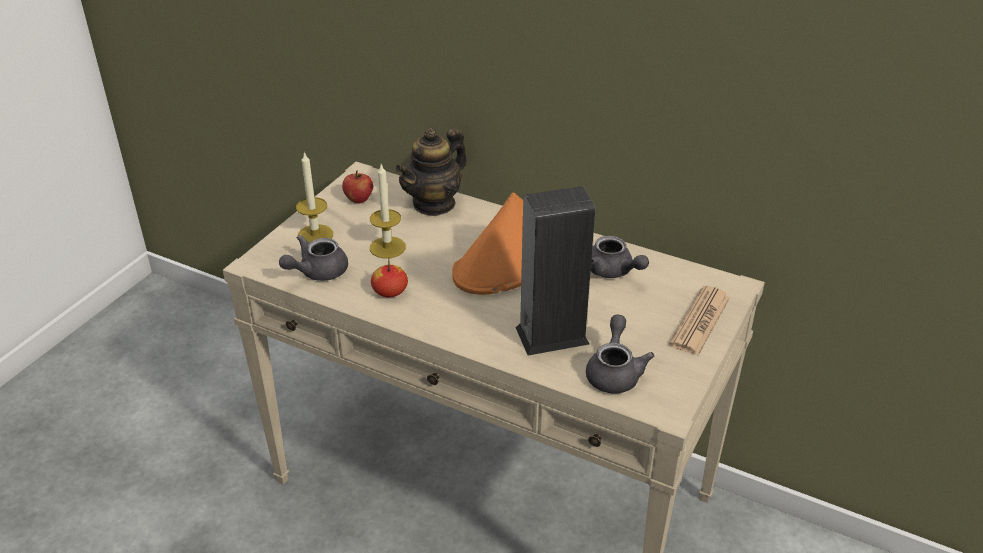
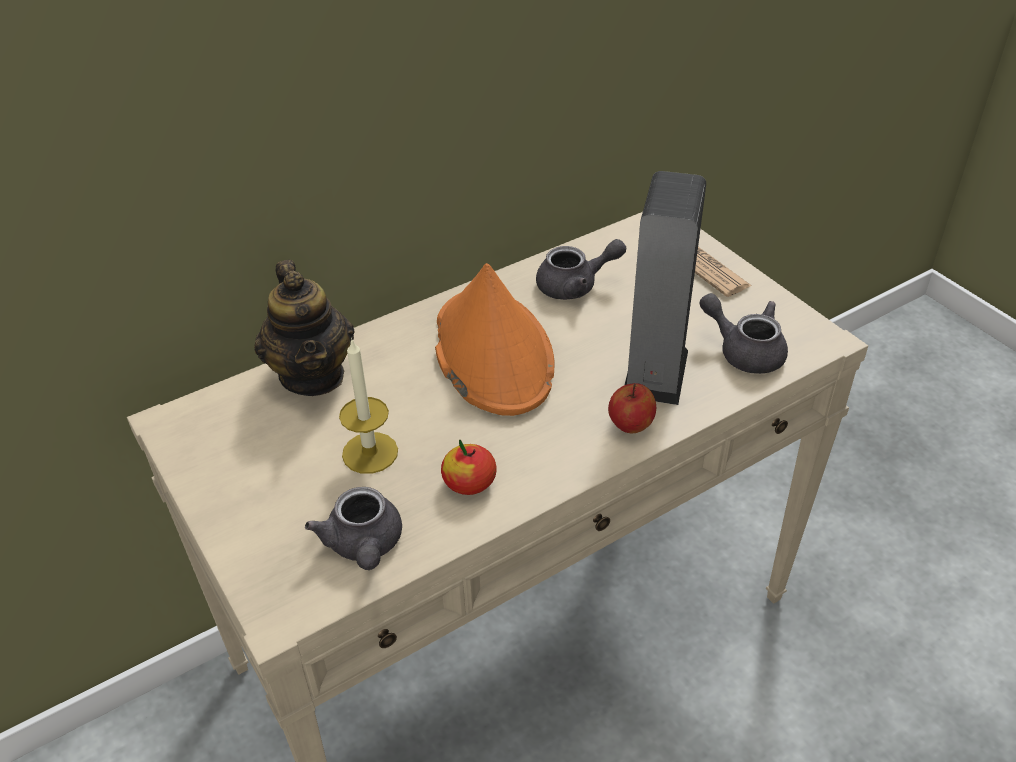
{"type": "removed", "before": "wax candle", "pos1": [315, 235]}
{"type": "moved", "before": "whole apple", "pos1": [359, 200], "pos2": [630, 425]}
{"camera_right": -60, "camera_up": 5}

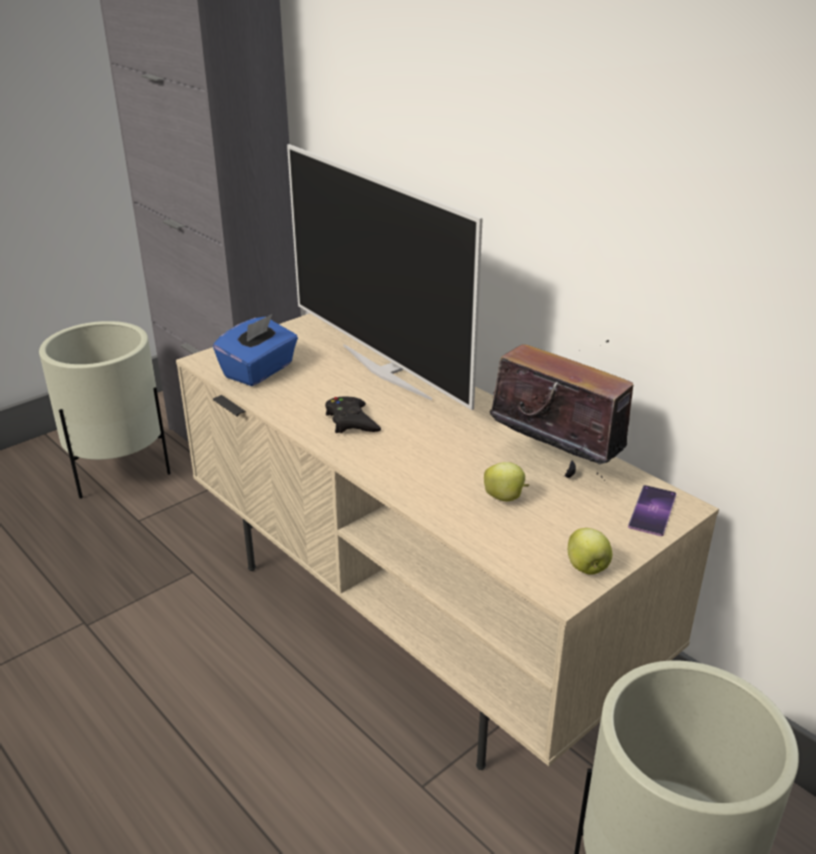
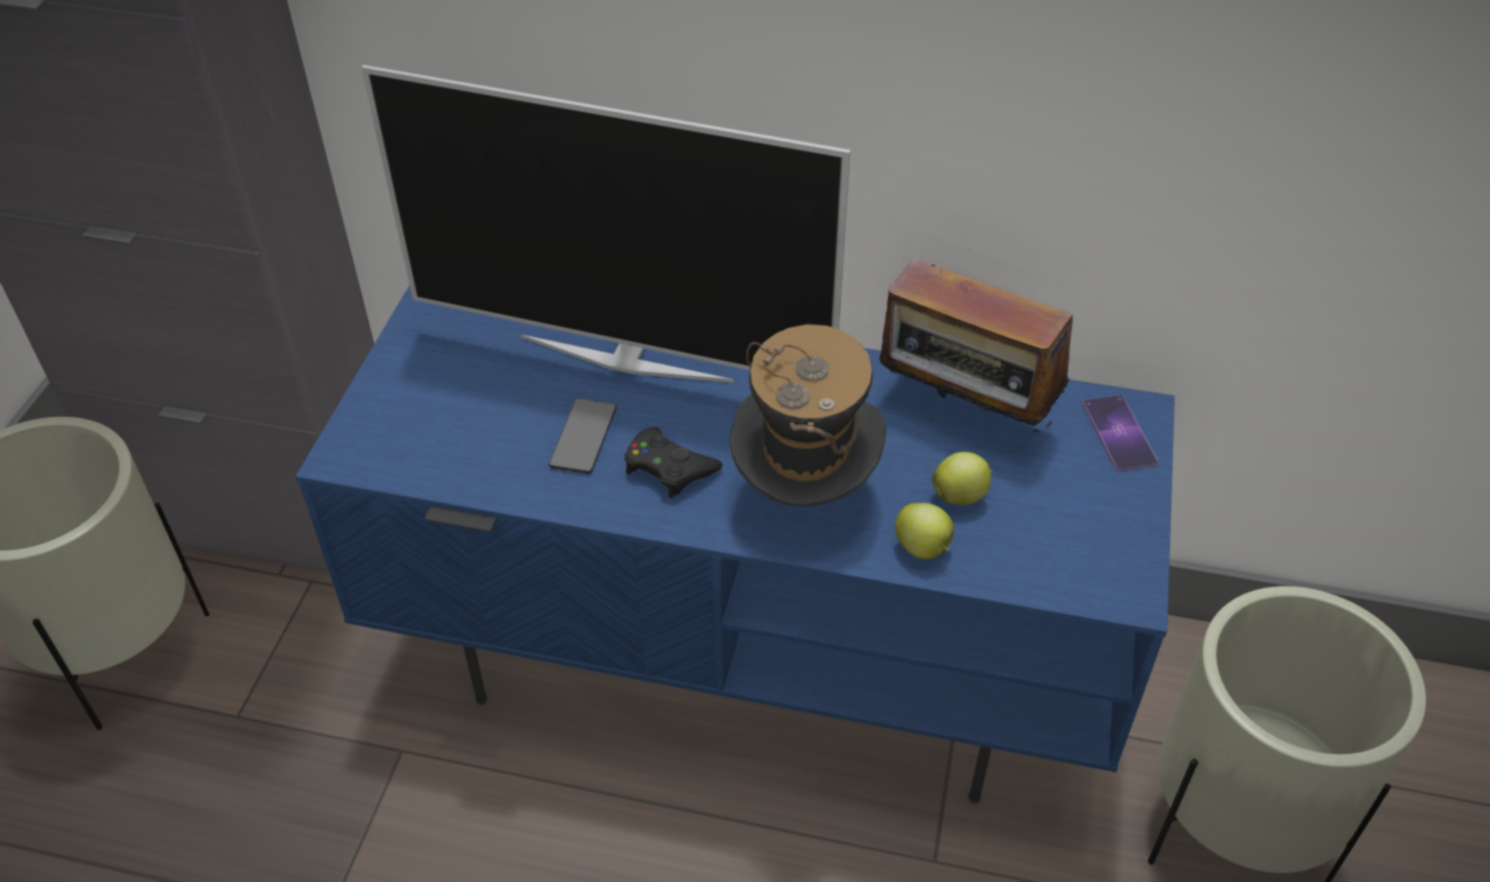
{"type": "recoloured", "before": "beige tv unit", "after": "blue tv unit", "pos1": [415, 618], "pos2": [751, 654]}
{"type": "removed", "before": "blue box of tissues", "pos1": [259, 371]}
{"type": "turned", "before": "radio receiver", "pos1": [554, 463], "pos2": [964, 414], "turn": -150}
{"type": "moved", "before": "whole apple", "pos1": [587, 568], "pos2": [923, 549]}
{"type": "added", "after": "phone", "pos2": [583, 437]}
{"type": "added", "after": "hat", "pos2": [805, 497]}
{"camera_right": -35, "camera_up": 15}

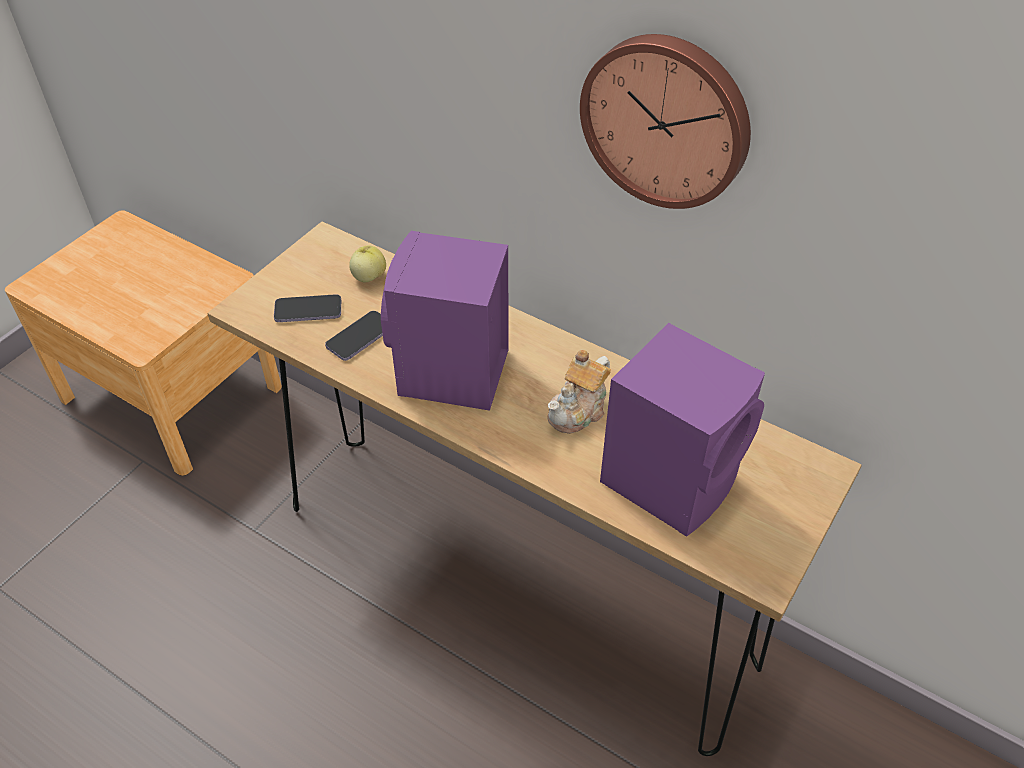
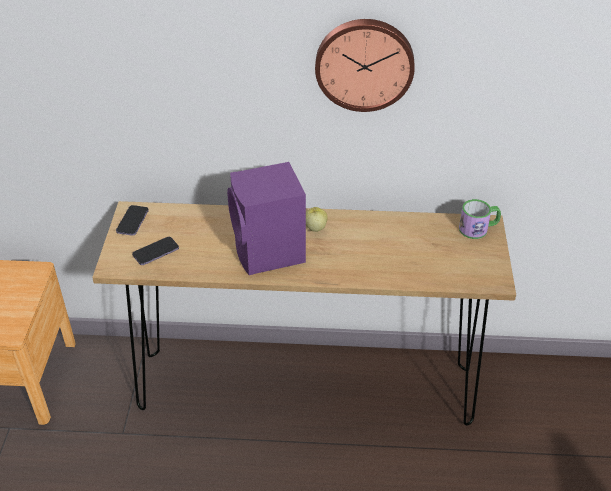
{"type": "moved", "before": "phone", "pos1": [360, 337], "pos2": [132, 221]}
{"type": "moved", "before": "whole apple", "pos1": [369, 277], "pos2": [315, 228]}
{"type": "removed", "before": "teapot", "pos1": [579, 410]}
{"type": "removed", "before": "purple-coloured loudspeaker", "pos1": [672, 478]}
{"type": "added", "after": "tea mug", "pos2": [478, 229]}
{"camera_right": -30, "camera_up": -5}

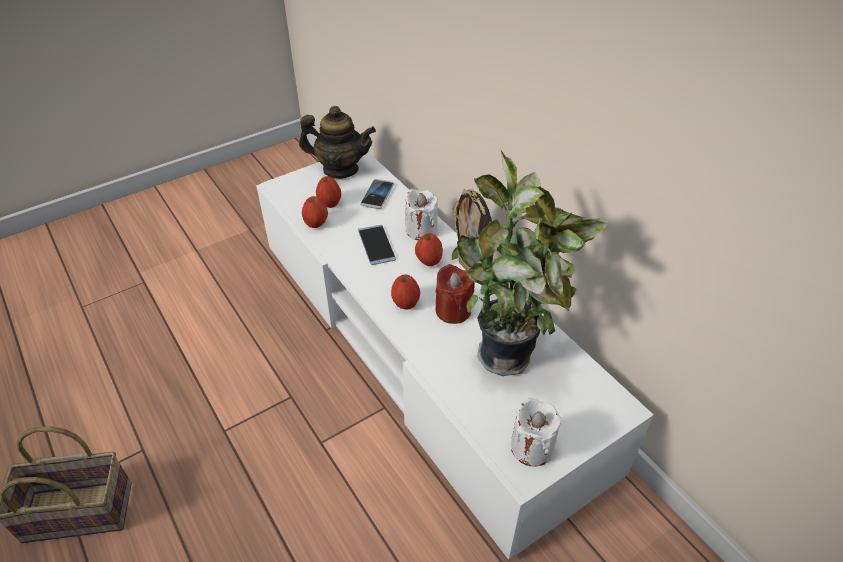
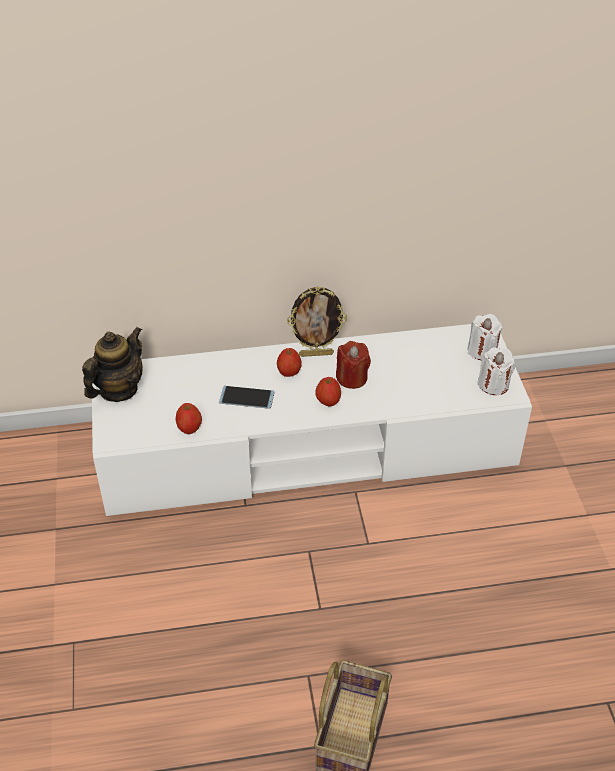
{"type": "removed", "before": "whole apple", "pos1": [329, 203]}
{"type": "removed", "before": "phone", "pos1": [377, 195]}
{"type": "moved", "before": "white-coloured wax candle", "pos1": [421, 230], "pos2": [482, 350]}
{"type": "removed", "before": "potted plant", "pos1": [511, 357]}
{"camera_right": -65, "camera_up": 0}

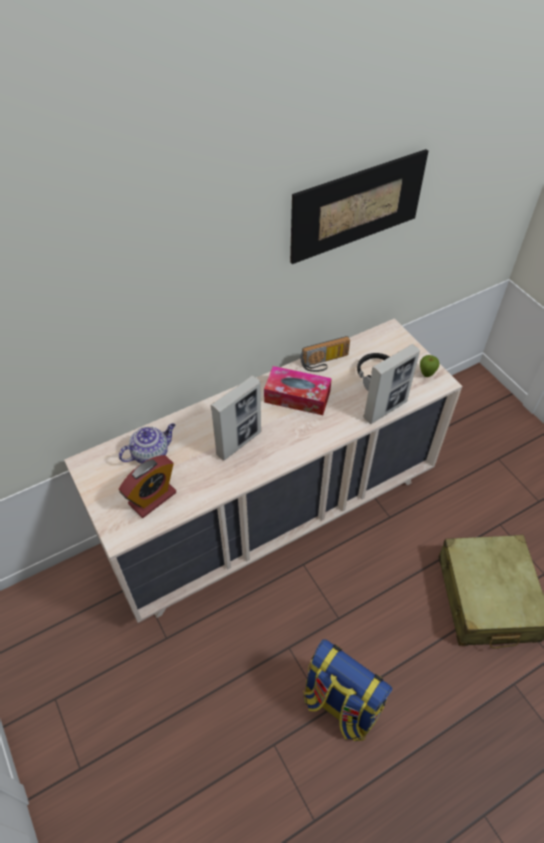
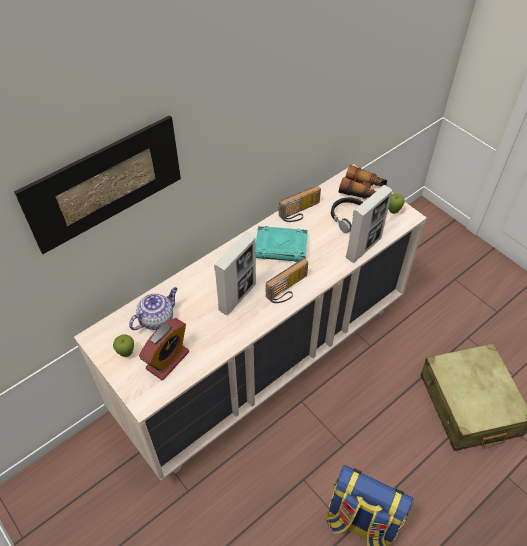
{"type": "replaced", "before": "box of tissues", "after": "turquoise bound book", "pos1": [297, 397], "pos2": [281, 247]}
{"type": "moved", "before": "wall art", "pos1": [357, 206], "pos2": [105, 183]}
{"type": "added", "after": "whole apple", "pos2": [126, 353]}
{"type": "added", "after": "radio receiver", "pos2": [288, 290]}
{"type": "added", "after": "binoculars", "pos2": [362, 190]}
{"camera_right": -10, "camera_up": 0}

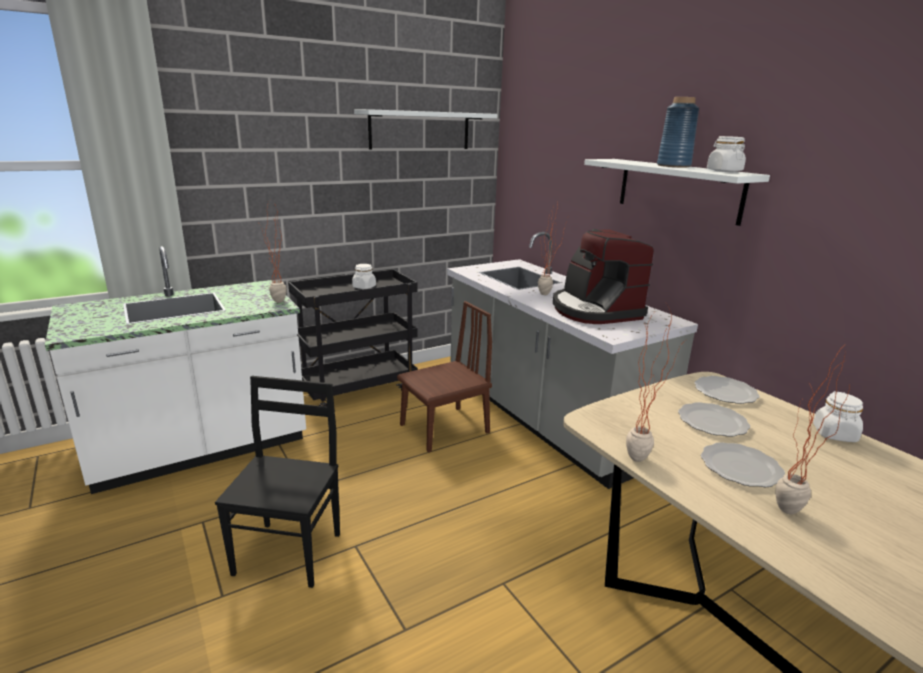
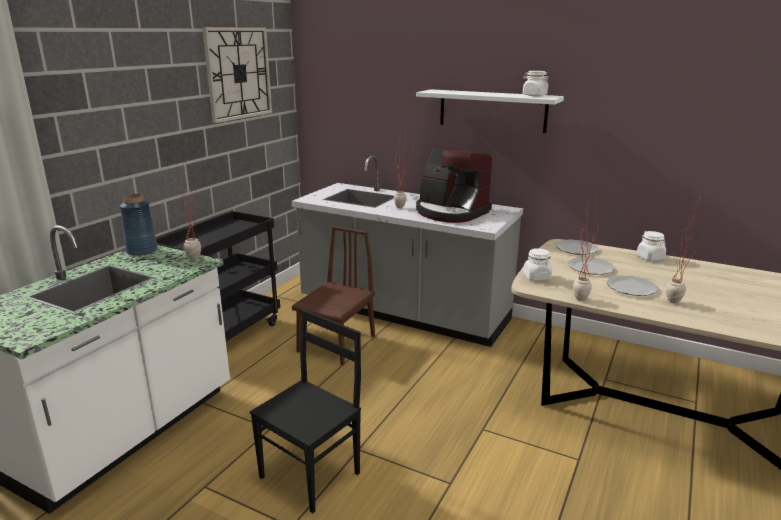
{"type": "turned", "before": "black-coloured chair", "pos1": [290, 552], "pos2": [312, 475], "turn": 60}
{"type": "moved", "before": "white-coloured storage jar", "pos1": [364, 287], "pos2": [536, 277]}
{"type": "replaced", "before": "white-coloured bracket shelf", "after": "wall clock", "pos1": [420, 130], "pos2": [238, 73]}
{"type": "moved", "before": "blue decorative vase", "pos1": [673, 166], "pos2": [142, 251]}
{"camera_right": -30, "camera_up": 0}

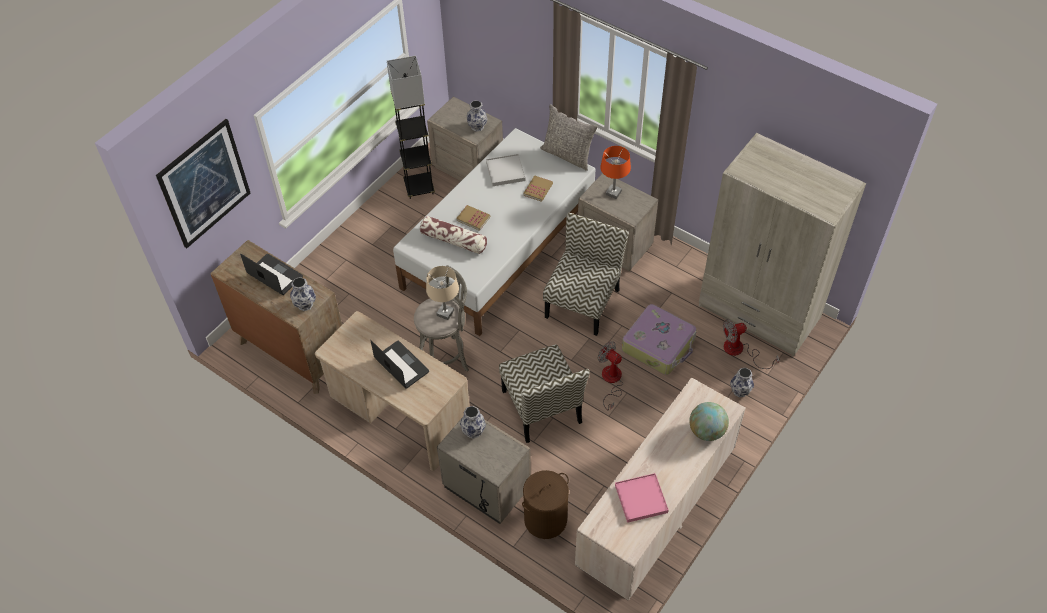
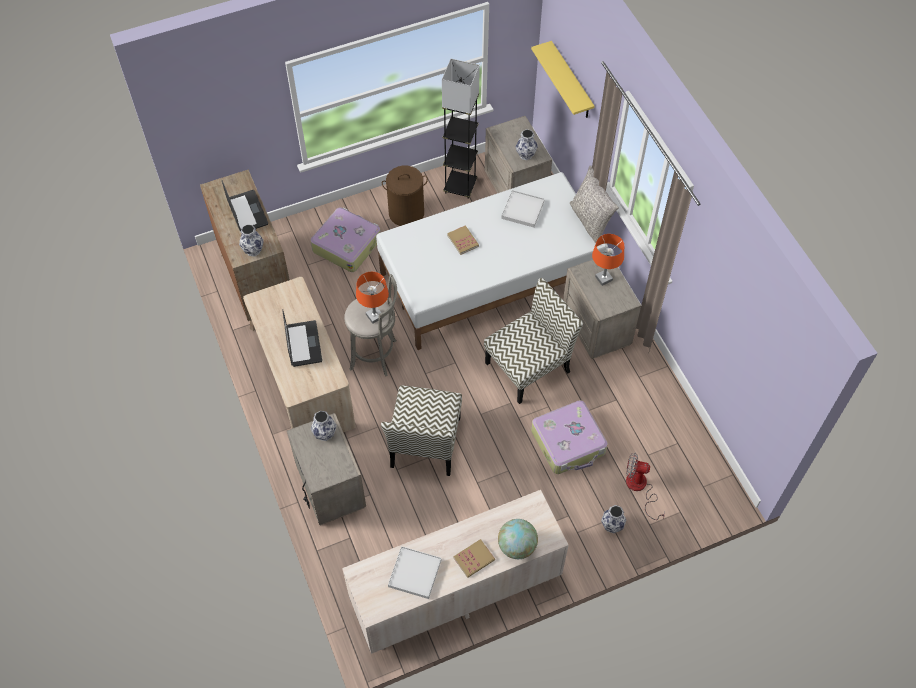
{"type": "removed", "before": "wall art", "pos1": [204, 184]}
{"type": "removed", "before": "cushion", "pos1": [454, 240]}
{"type": "recoloured", "before": "beige table lamp", "after": "orange-coloured table lamp", "pos1": [445, 313], "pos2": [374, 316]}
{"type": "moved", "before": "brownish washing basket", "pos1": [545, 519], "pos2": [406, 213]}
{"type": "moved", "before": "bound book", "pos1": [538, 189], "pos2": [474, 559]}
{"type": "removed", "before": "fan", "pos1": [611, 381]}
{"type": "recoloured", "before": "pink serving tray", "after": "white-coloured serving tray", "pos1": [641, 499], "pos2": [415, 573]}
{"type": "removed", "before": "beige armoire", "pos1": [759, 312]}
{"type": "added", "after": "piece of luggage", "pos2": [347, 244]}
{"type": "added", "after": "yellow-coloured bracket shelf", "pos2": [571, 82]}
{"camera_right": 30, "camera_up": 5}

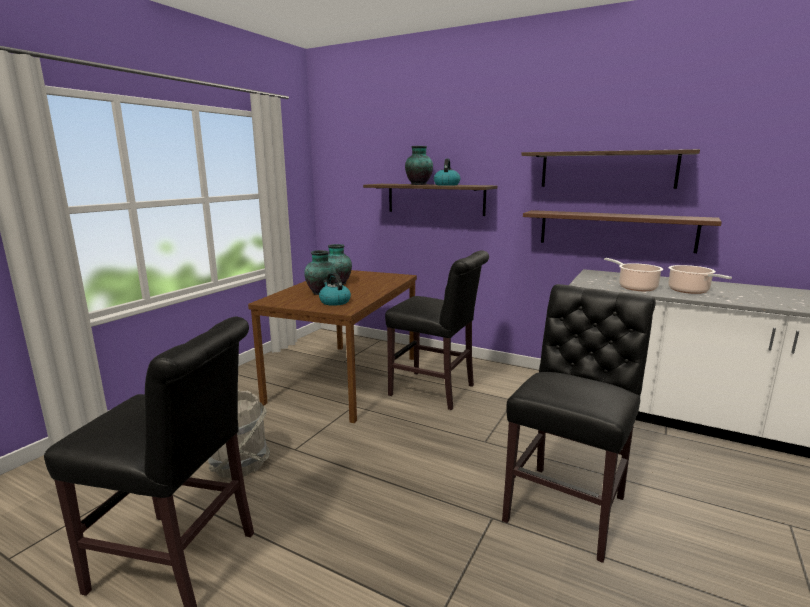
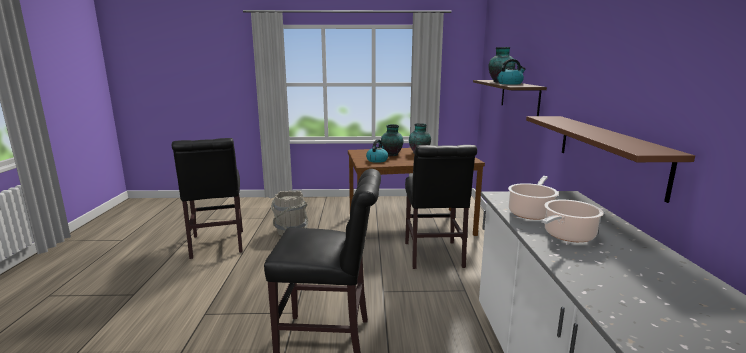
{"type": "removed", "before": "bracket shelf", "pos1": [607, 169]}
{"camera_right": 60, "camera_up": 0}

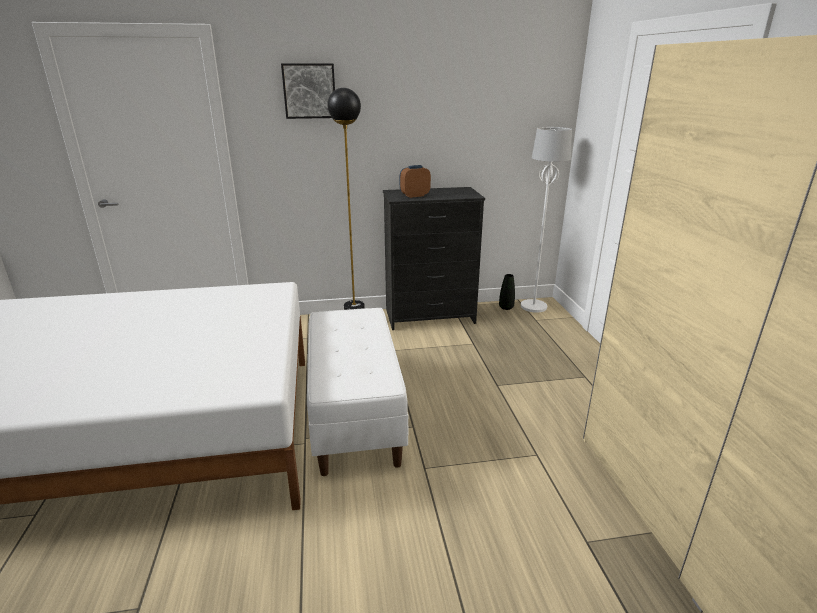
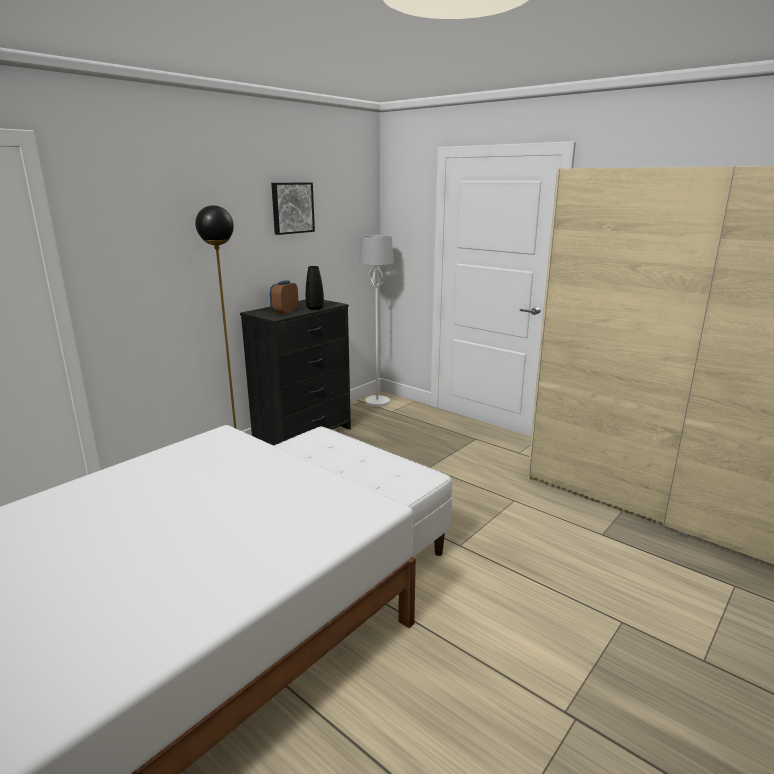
{"type": "moved", "before": "wall art", "pos1": [309, 91], "pos2": [292, 208]}
{"type": "moved", "before": "black-coloured decorative vase", "pos1": [506, 307], "pos2": [315, 308]}
{"camera_right": -40, "camera_up": -5}

